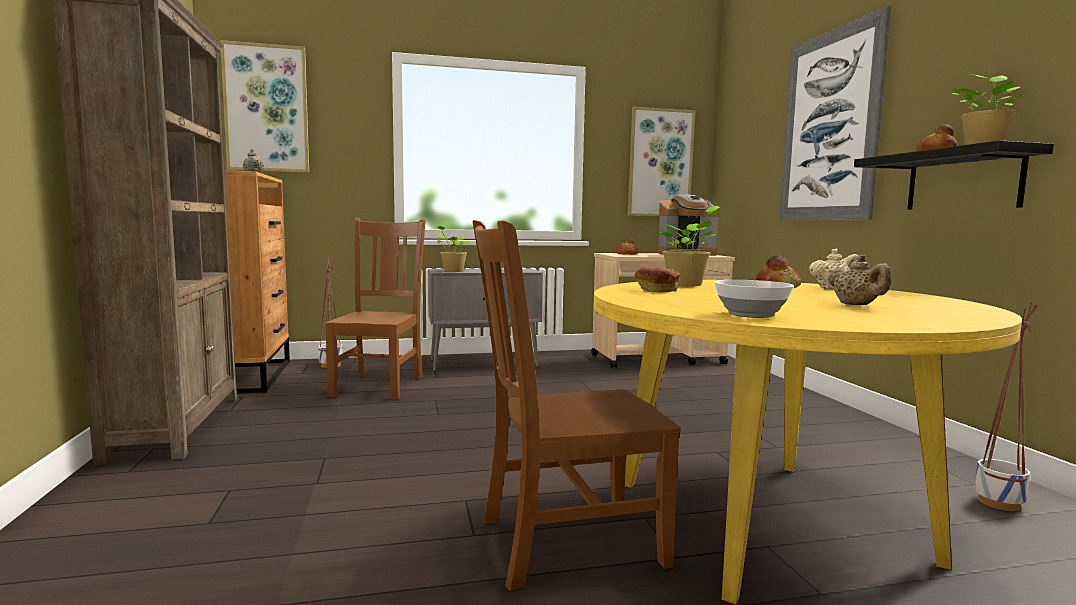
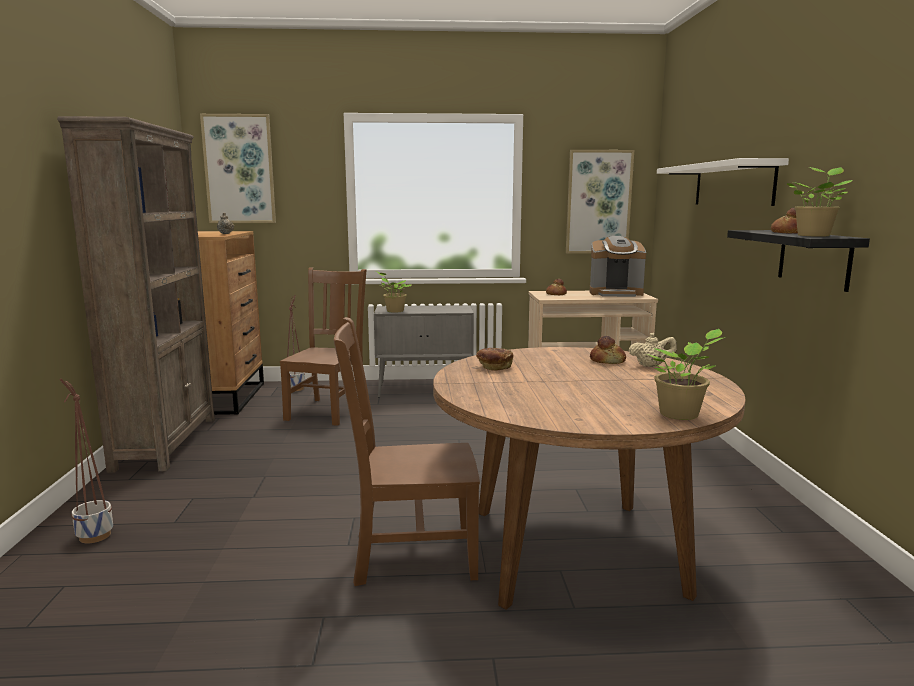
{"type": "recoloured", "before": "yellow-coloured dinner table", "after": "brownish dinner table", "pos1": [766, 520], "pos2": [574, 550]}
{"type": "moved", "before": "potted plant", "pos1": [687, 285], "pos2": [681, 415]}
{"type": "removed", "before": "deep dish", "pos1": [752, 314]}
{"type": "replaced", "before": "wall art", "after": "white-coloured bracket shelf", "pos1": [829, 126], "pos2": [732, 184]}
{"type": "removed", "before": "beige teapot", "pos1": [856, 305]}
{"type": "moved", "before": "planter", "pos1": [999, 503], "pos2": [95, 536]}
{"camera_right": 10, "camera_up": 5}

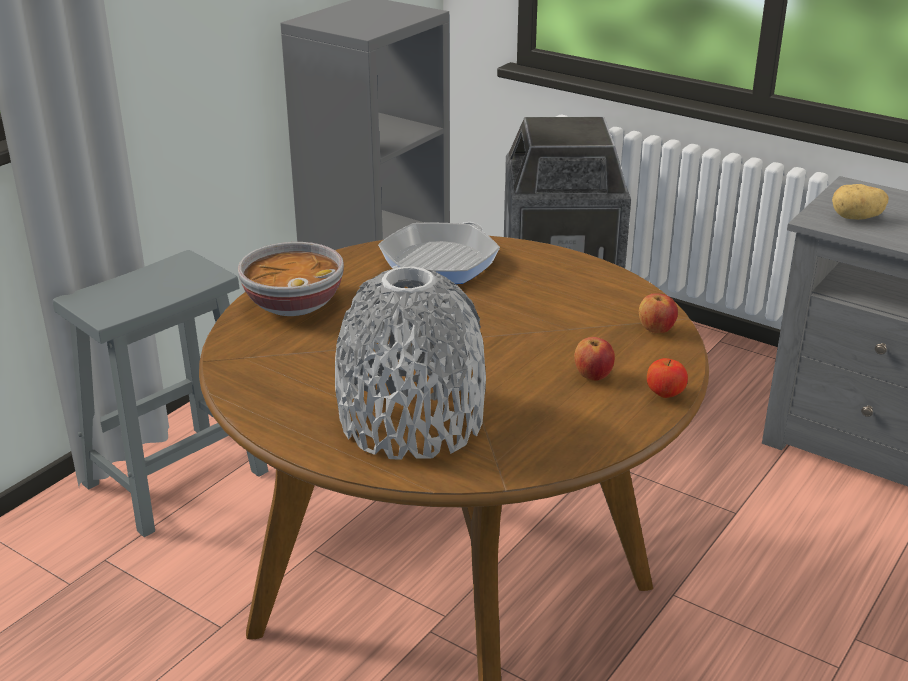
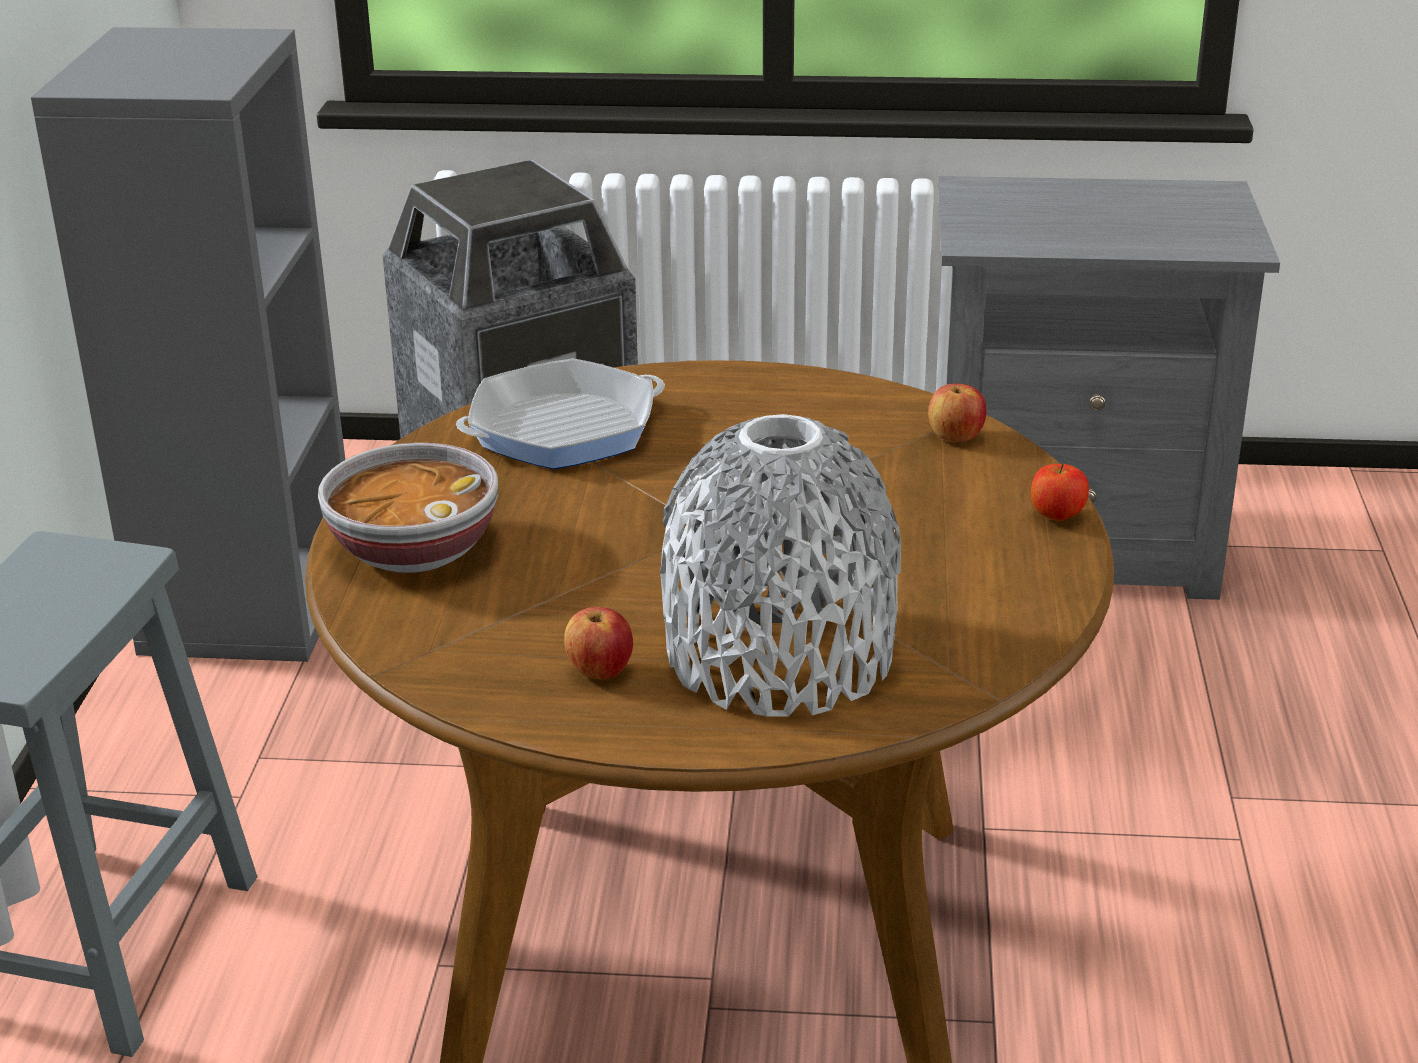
{"type": "turned", "before": "skillet", "pos1": [439, 263], "pos2": [563, 429], "turn": -120}
{"type": "moved", "before": "whole apple", "pos1": [593, 376], "pos2": [600, 671]}
{"type": "removed", "before": "whole potato", "pos1": [856, 218]}
{"camera_right": -30, "camera_up": 0}

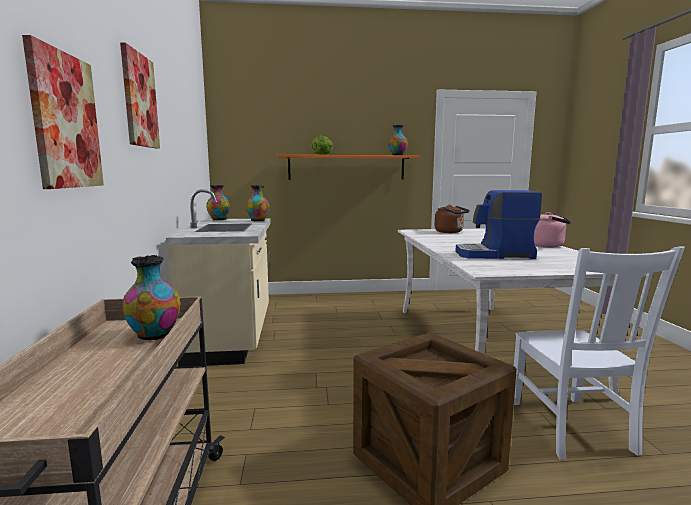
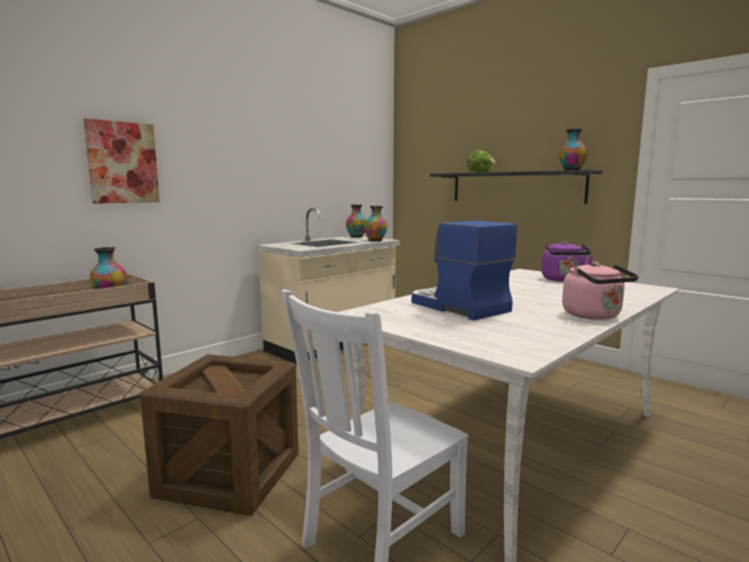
{"type": "removed", "before": "wall art", "pos1": [139, 100]}
{"type": "recoloured", "before": "orange-coloured bracket shelf", "after": "black-coloured bracket shelf", "pos1": [346, 167], "pos2": [515, 187]}
{"type": "recoloured", "before": "brownish kettle", "after": "purple-coloured kettle", "pos1": [450, 232], "pos2": [563, 280]}
{"camera_right": 50, "camera_up": 0}

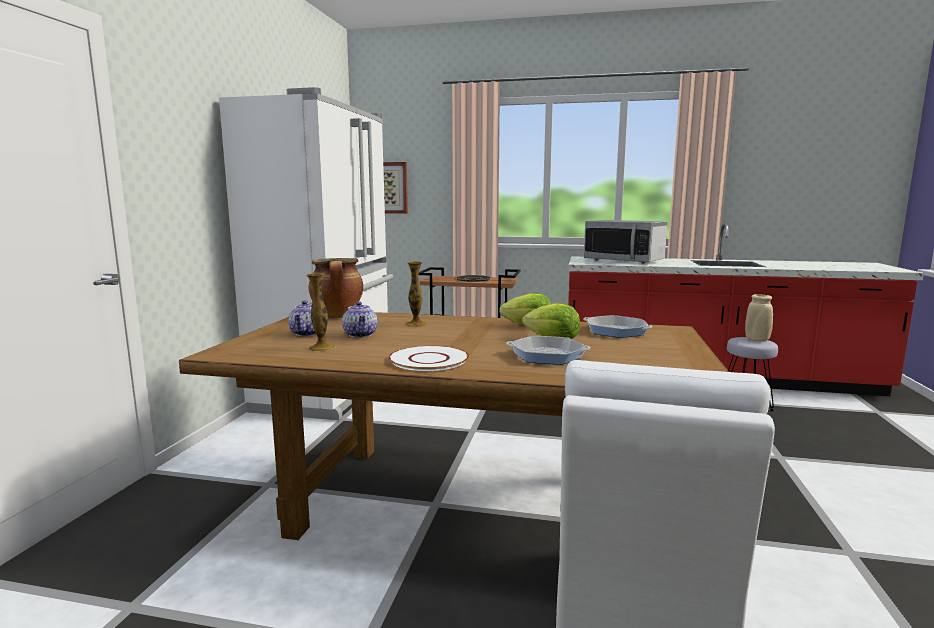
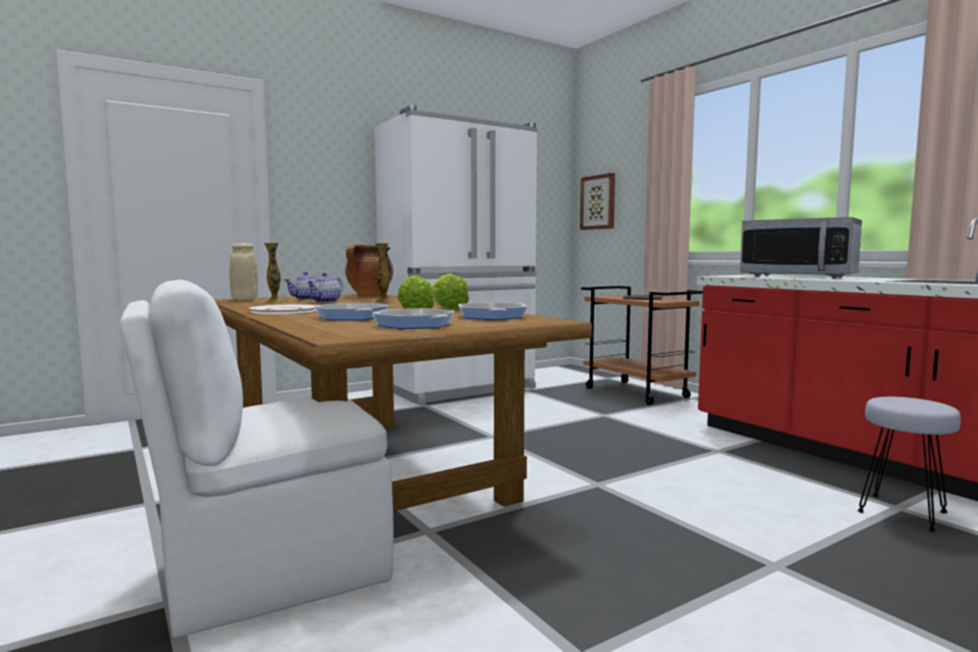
{"type": "turned", "before": "microwave", "pos1": [624, 260], "pos2": [798, 276], "turn": -45}
{"type": "moved", "before": "beige decorative vase", "pos1": [757, 340], "pos2": [244, 300]}
{"type": "added", "after": "skillet", "pos2": [414, 325]}
{"camera_right": 45, "camera_up": -5}

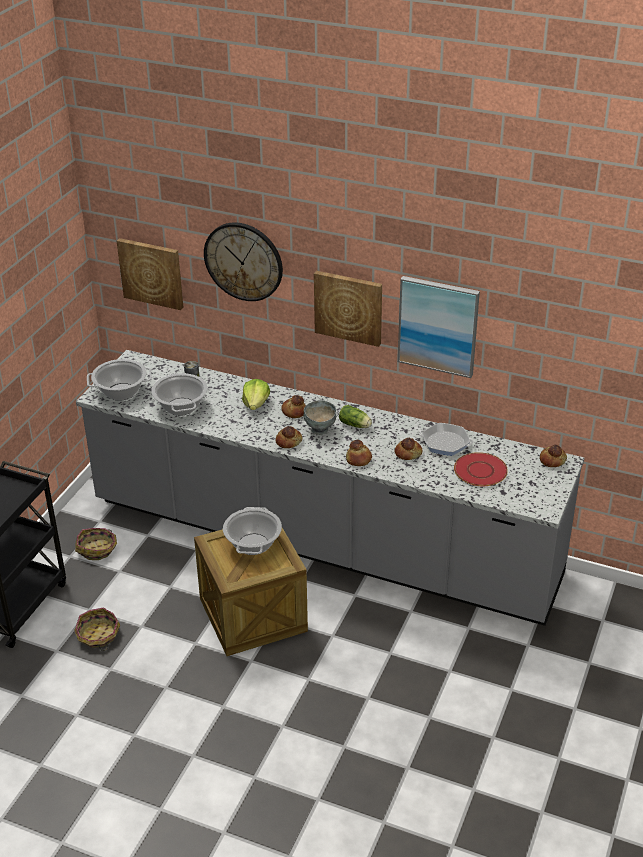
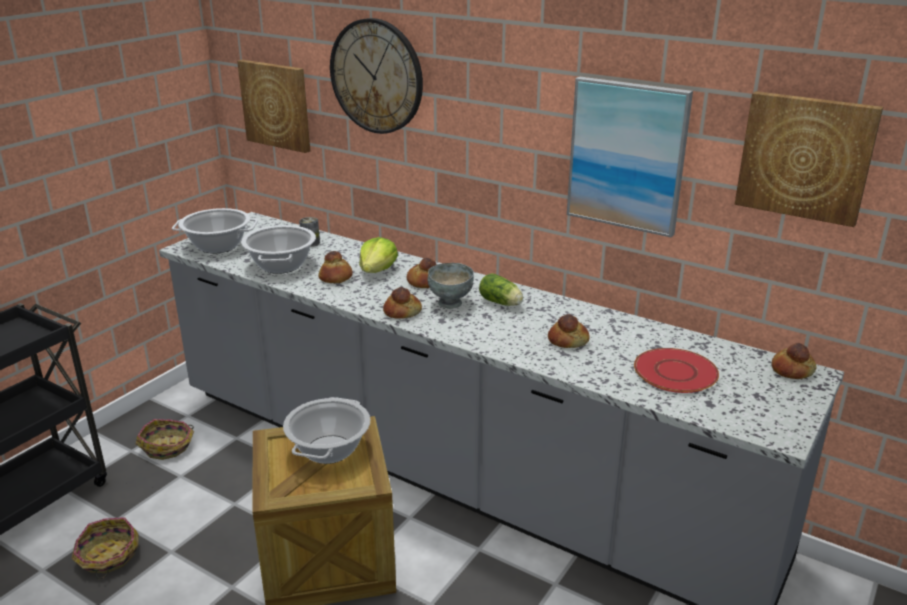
{"type": "moved", "before": "wall art", "pos1": [348, 307], "pos2": [805, 157]}
{"type": "moved", "before": "bakery bread", "pos1": [359, 459], "pos2": [336, 277]}
{"type": "removed", "before": "skillet", "pos1": [445, 443]}
{"camera_right": 10, "camera_up": -10}

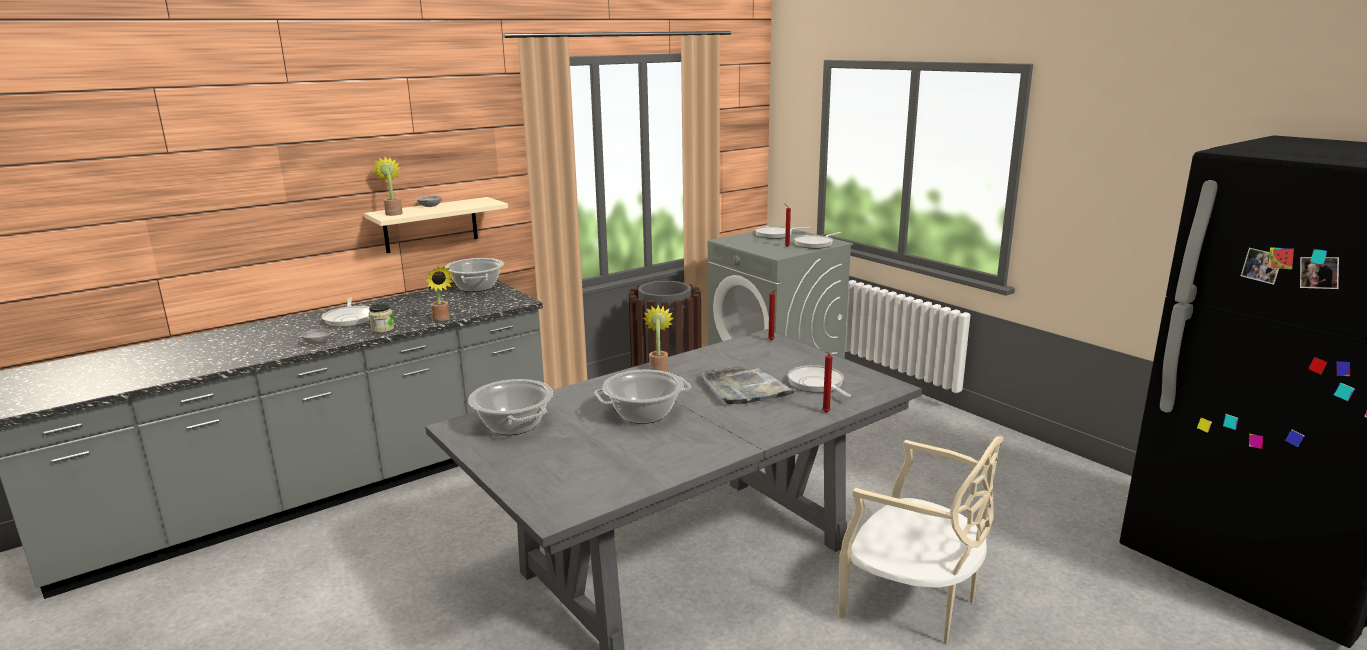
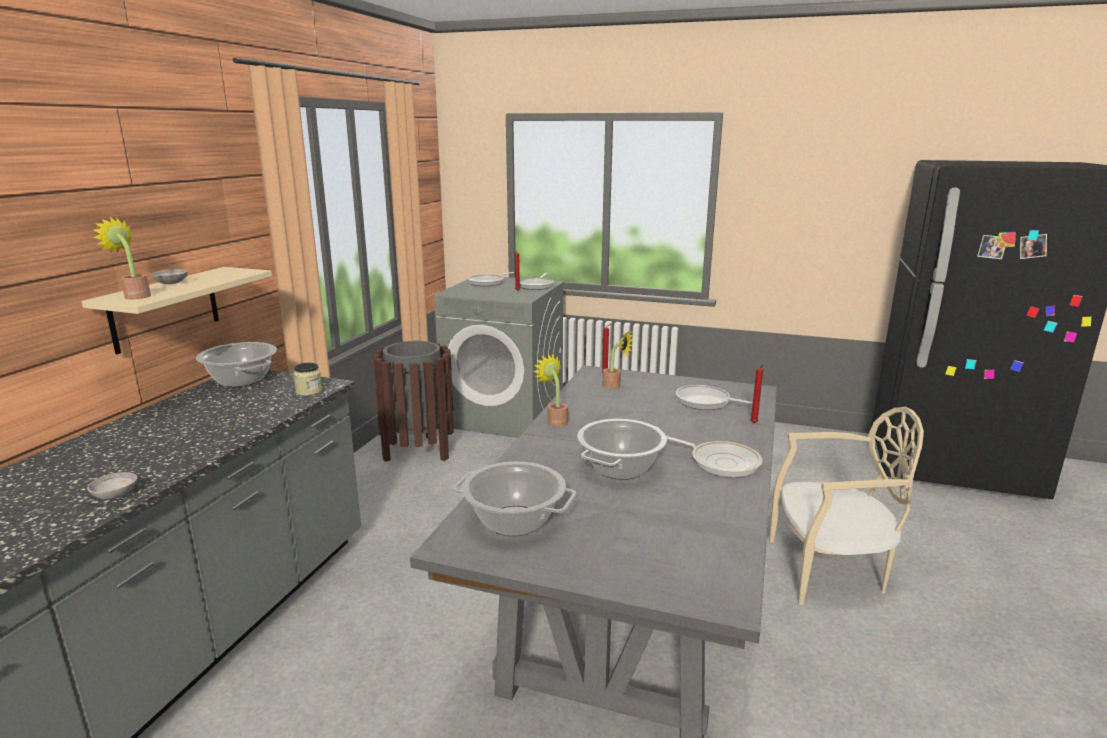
{"type": "moved", "before": "skillet", "pos1": [350, 318], "pos2": [721, 462]}
{"type": "moved", "before": "storage jar", "pos1": [382, 329], "pos2": [309, 391]}
{"type": "moved", "before": "potted plant", "pos1": [442, 319], "pos2": [615, 386]}
{"type": "removed", "before": "greyish serving tray", "pos1": [745, 388]}
{"camera_right": -35, "camera_up": 0}

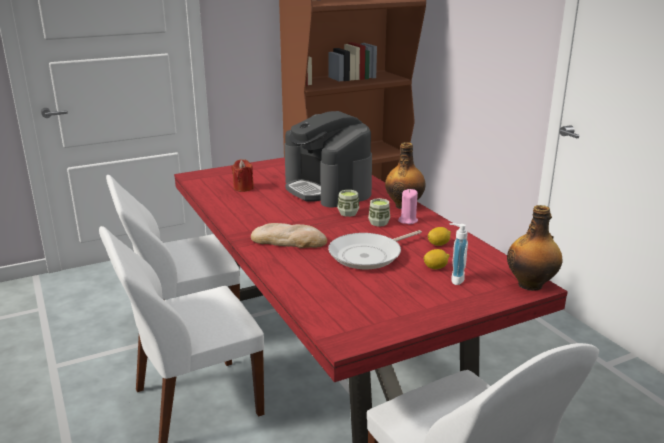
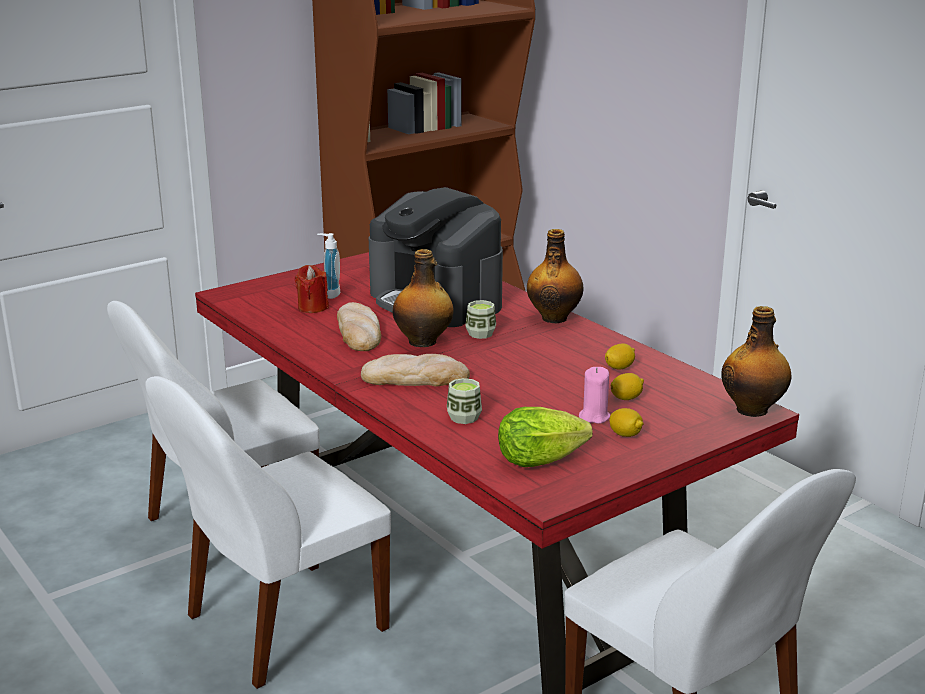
{"type": "removed", "before": "skillet", "pos1": [369, 255]}
{"type": "moved", "before": "cup", "pos1": [379, 223], "pos2": [464, 417]}
{"type": "moved", "before": "pink wax candle", "pos1": [408, 220], "pos2": [594, 416]}
{"type": "moved", "before": "soap dispenser", "pos1": [454, 279], "pos2": [330, 294]}
{"type": "added", "after": "bakery bread", "pos2": [359, 332]}
{"type": "added", "after": "drink bottle", "pos2": [423, 342]}
{"type": "added", "after": "lettuce head", "pos2": [538, 460]}
{"type": "added", "after": "whole lemon", "pos2": [625, 434]}
{"camera_right": -10, "camera_up": 0}

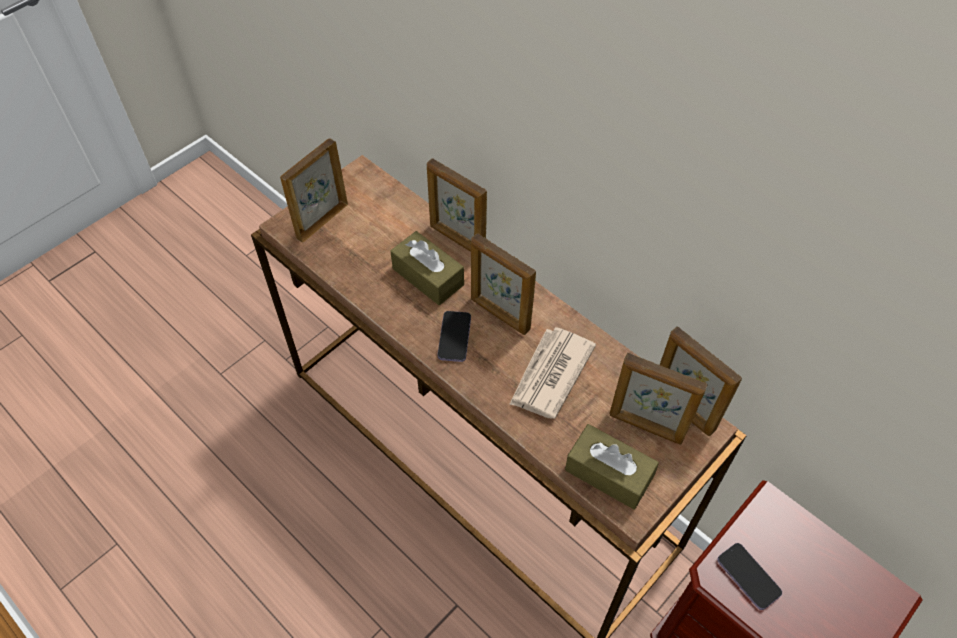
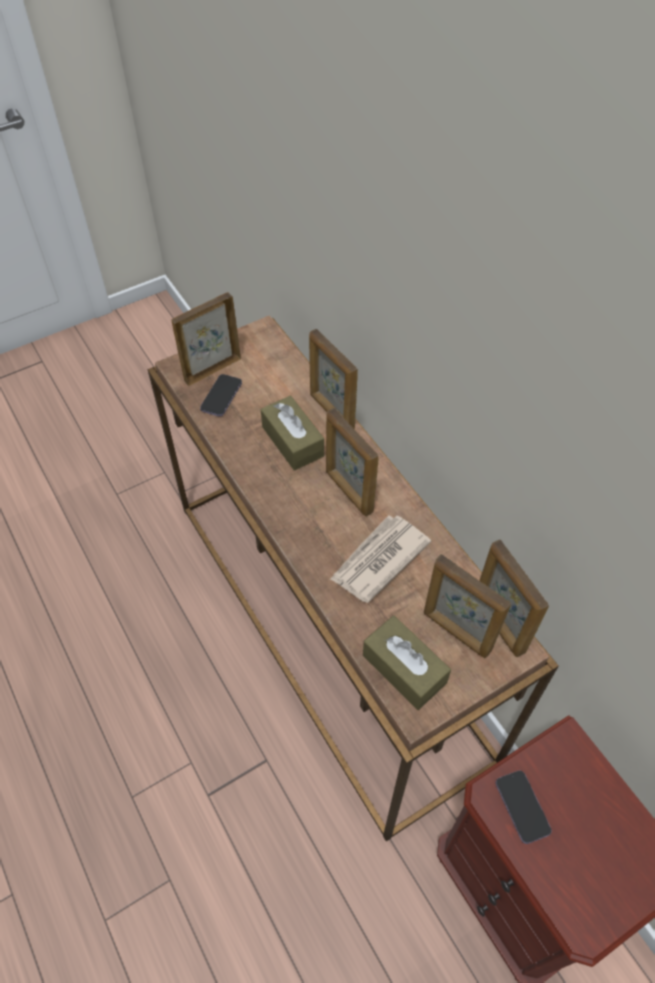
{"type": "moved", "before": "phone", "pos1": [454, 337], "pos2": [221, 396]}
{"camera_right": 15, "camera_up": 0}

